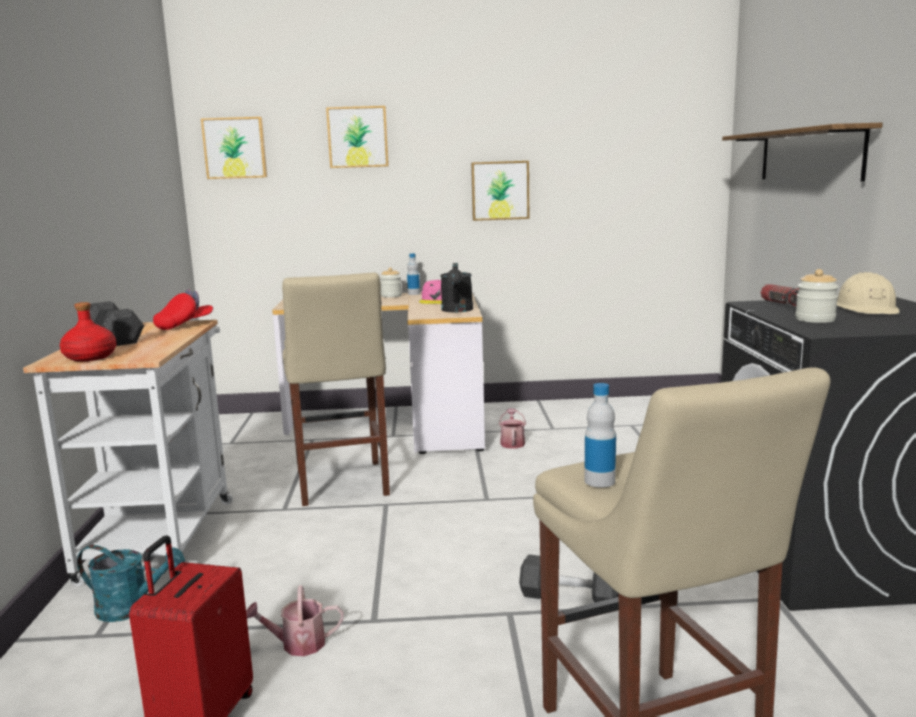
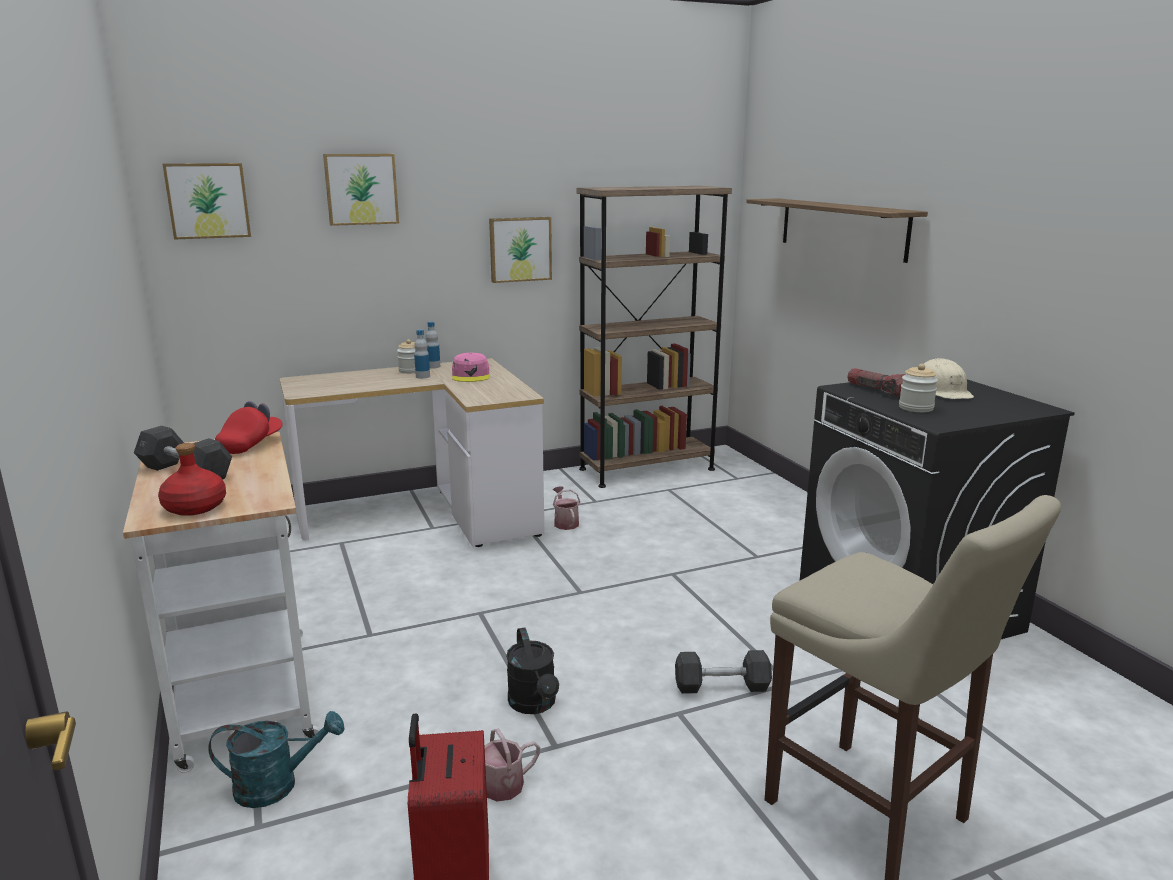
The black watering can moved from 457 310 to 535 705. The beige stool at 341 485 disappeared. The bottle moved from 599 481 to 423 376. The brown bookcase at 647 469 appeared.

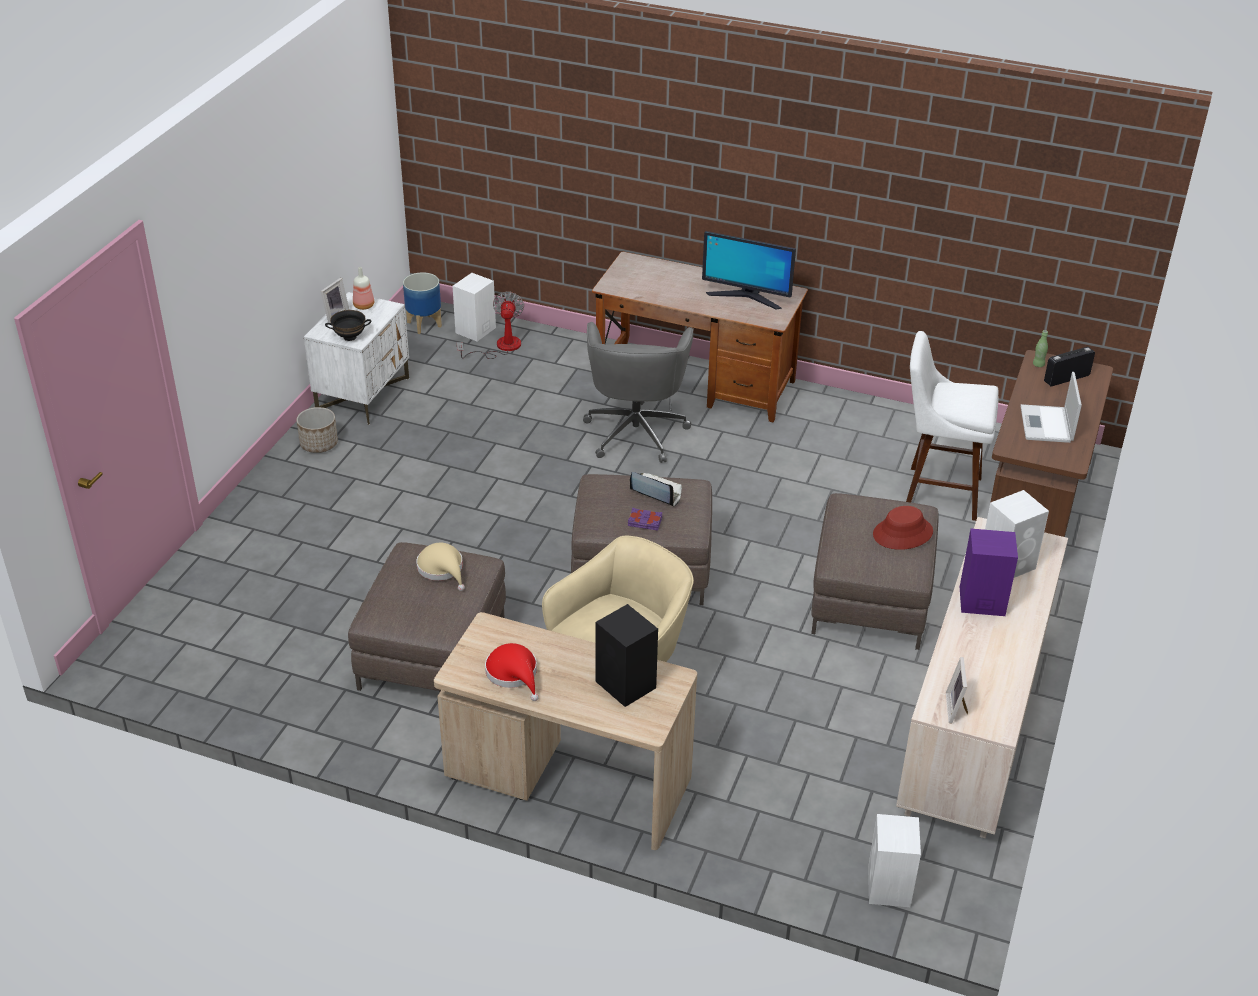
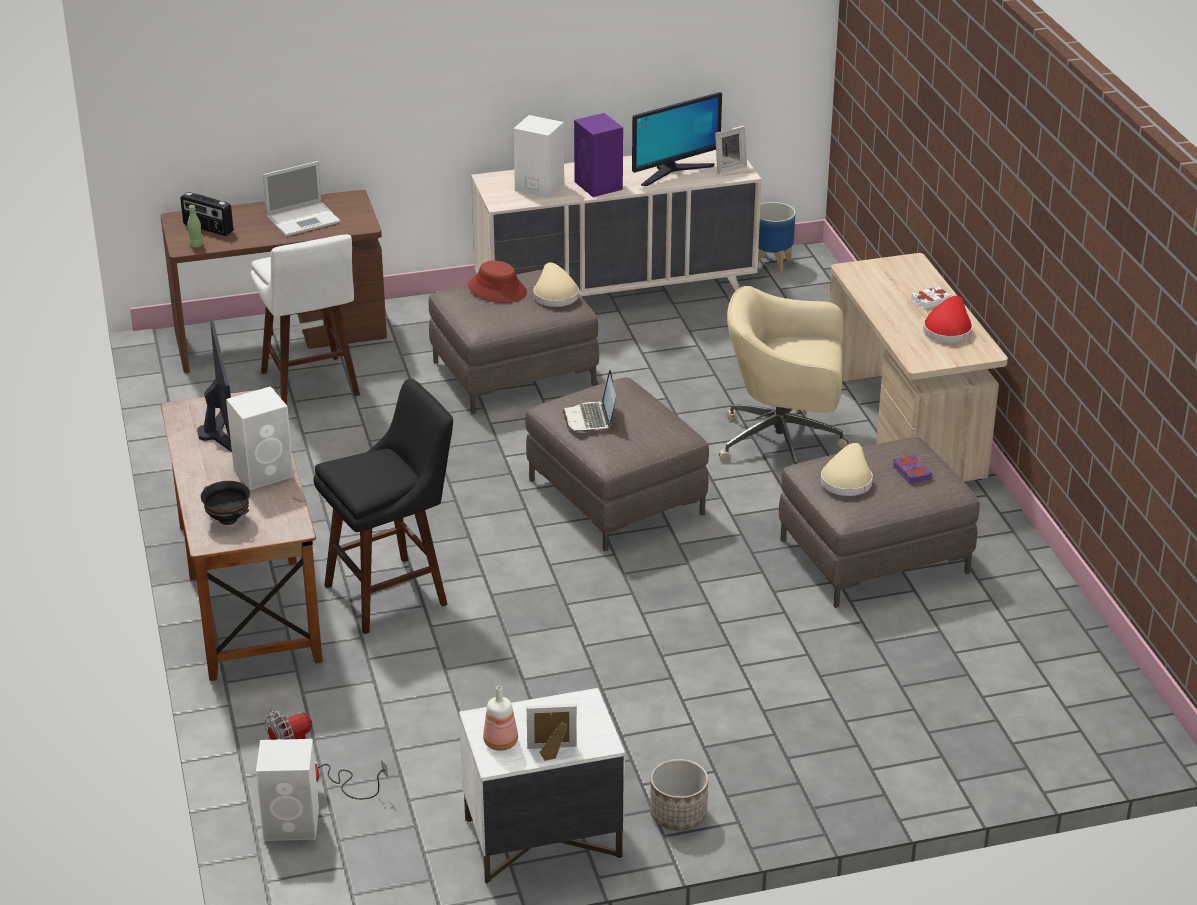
The planter moved from 424 324 to 771 264. The black bowl moved from 349 337 to 228 519. The grey office chair at 636 431 was replaced by the black stool at 393 592. The purple book moved from 645 522 to 912 472. The black speaker at 626 685 disappeared. The white speaker moved from 889 888 to 265 472. The monitor at 673 171 appeared. The beige hat at 554 295 appeared. The white book at 930 300 appeared.

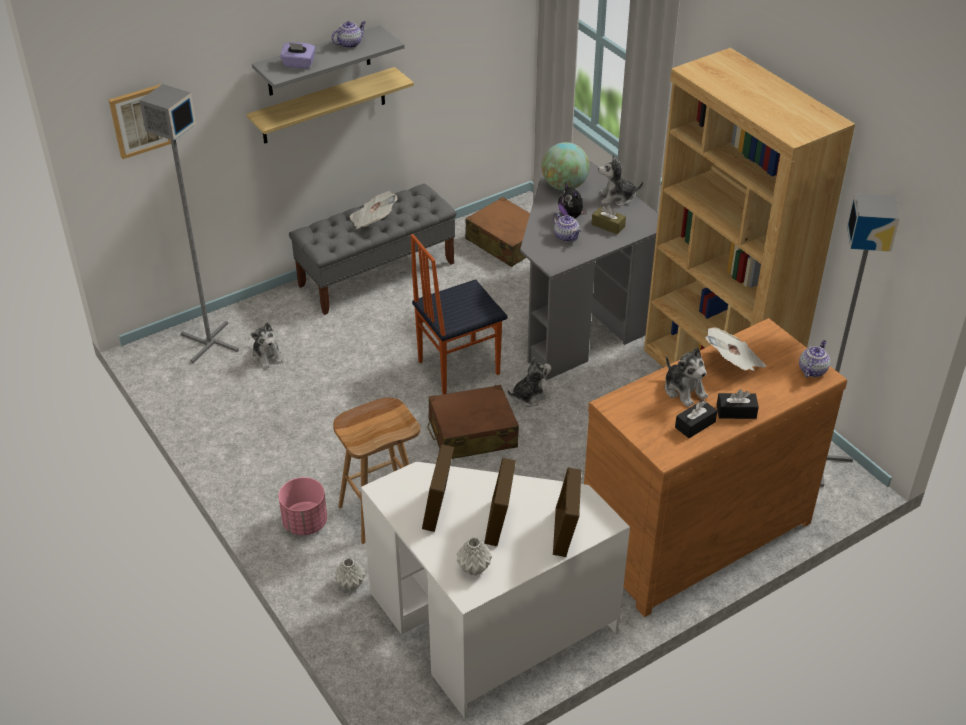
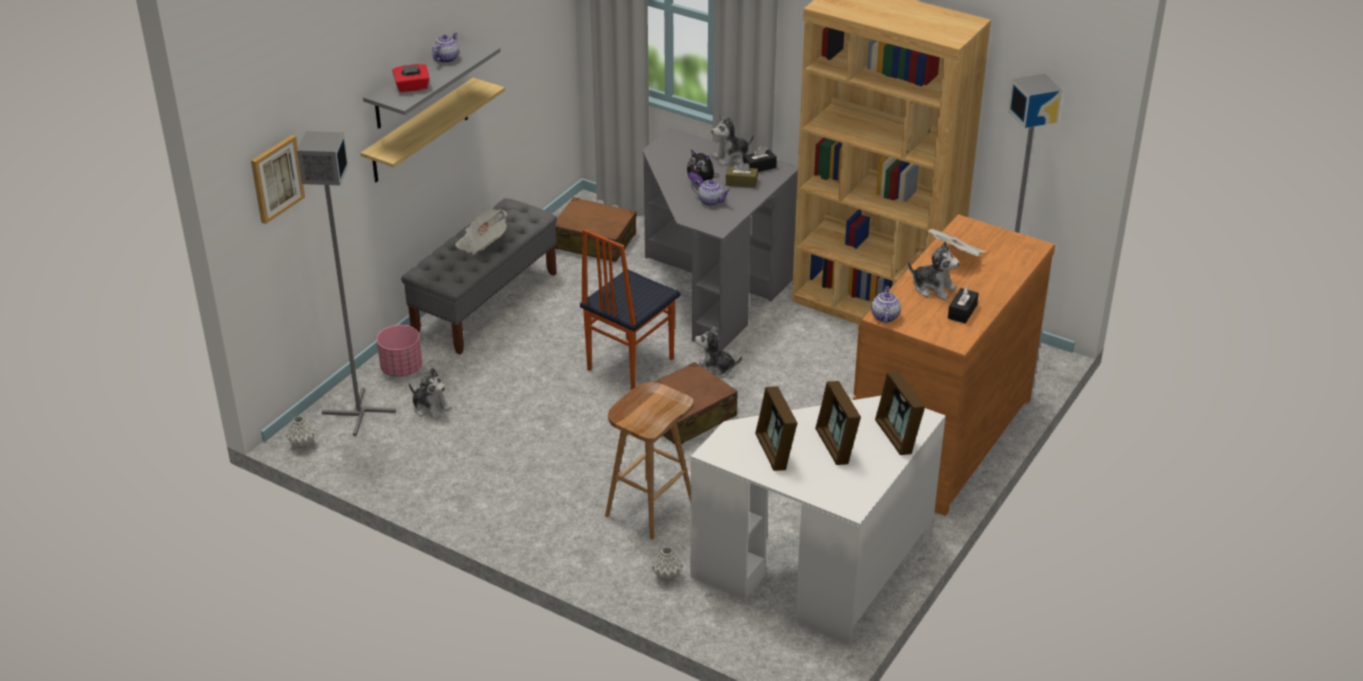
The purple tissue box at 298 64 became the red tissue box at 412 87. The globe at 564 186 disappeared. The teapot moved from 812 370 to 884 316. The plush toy at 529 396 turned 120 degrees counterclockwise. The black tissue box moved from 736 412 to 759 167. The pink planter moved from 304 523 to 401 369. The grey vase moved from 474 568 to 302 444.

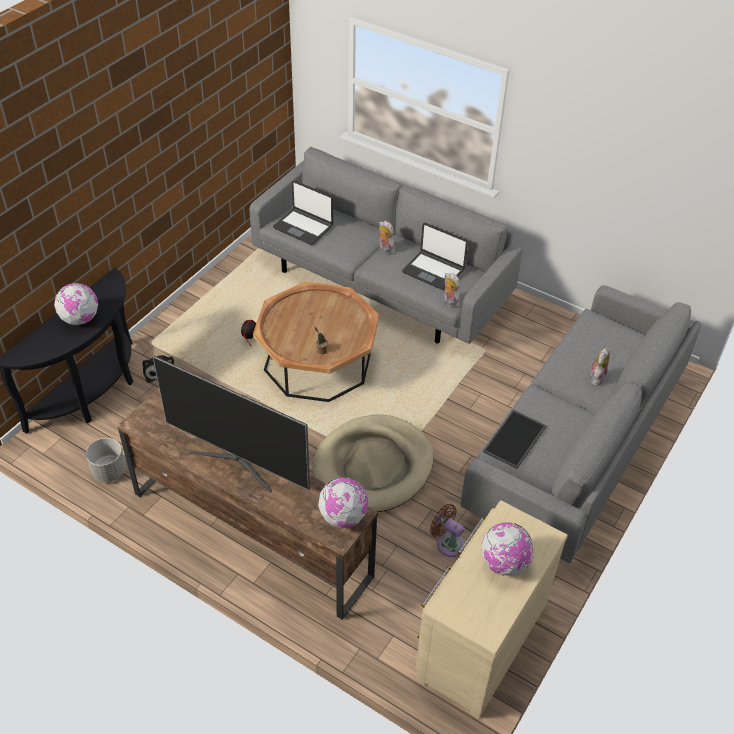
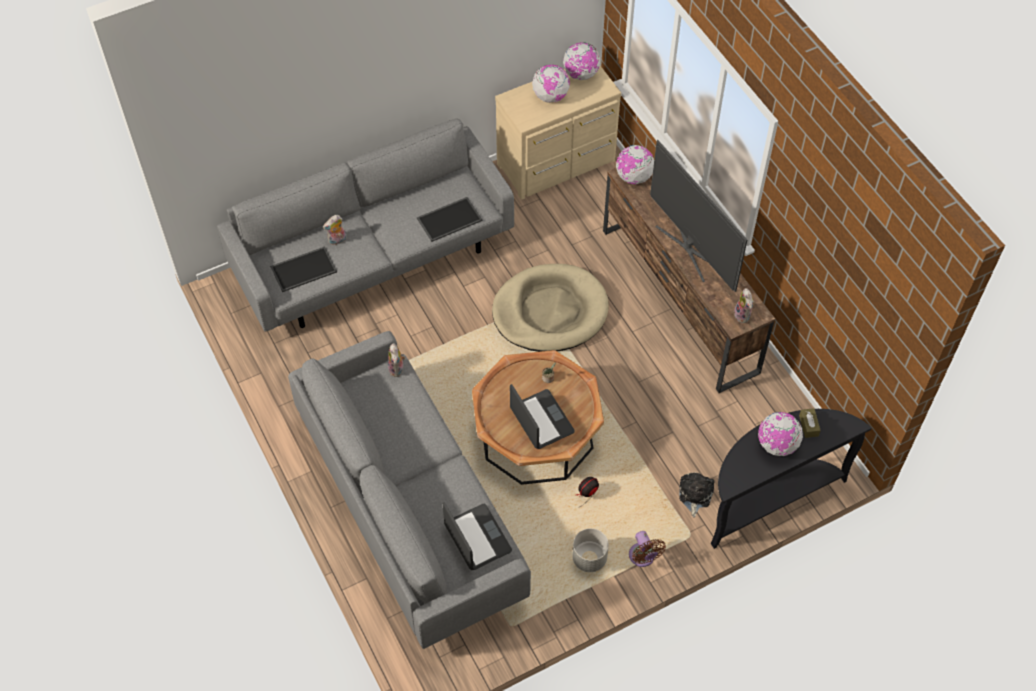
The plush toy moved from 385 250 to 743 315. The laptop moved from 433 271 to 541 420. The grey planter moved from 109 471 to 589 558. The brown fan moved from 447 543 to 643 557. The globe at 581 74 appeared. The tray at 304 268 appeared. The brown tissue box at 808 425 appeared.

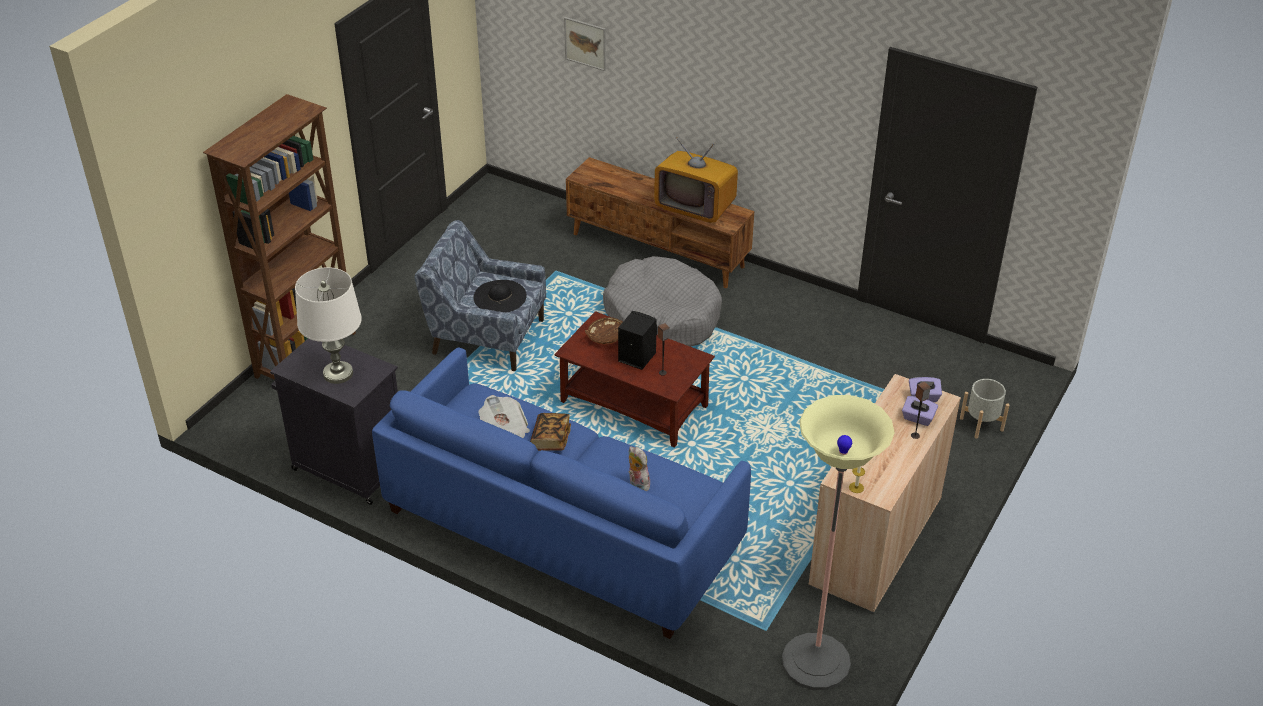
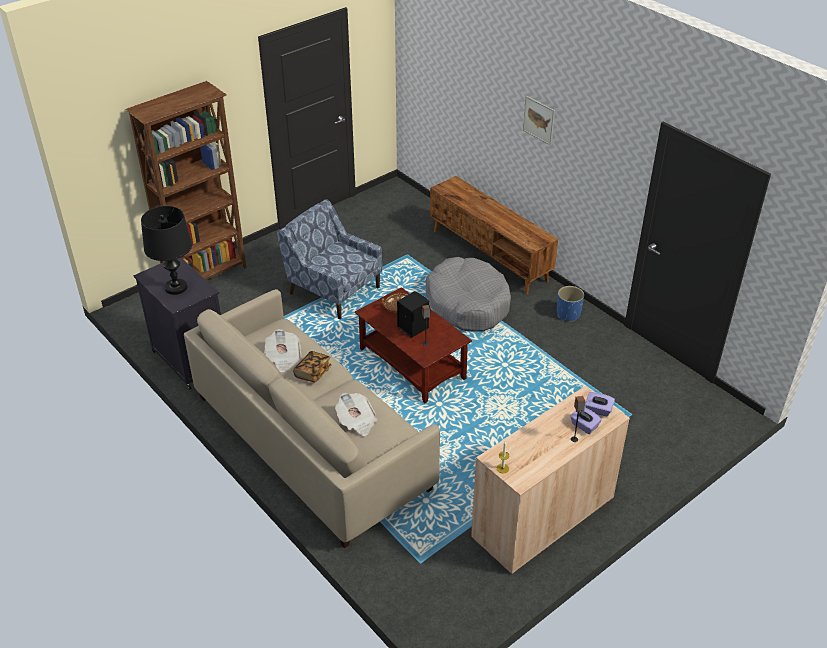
The picture moved from 585 43 to 539 120. The television at 695 206 disappeared. The white table lamp at 338 373 became the black table lamp at 176 287. The black hat at 500 296 disappeared. The blue sofa at 561 528 became the beige sofa at 310 442. The grey planter at 981 424 disappeared. The floor lamp at 816 662 disappeared. The plush toy at 637 484 was replaced by the newspaper at 357 422. The blue planter at 568 314 appeared.

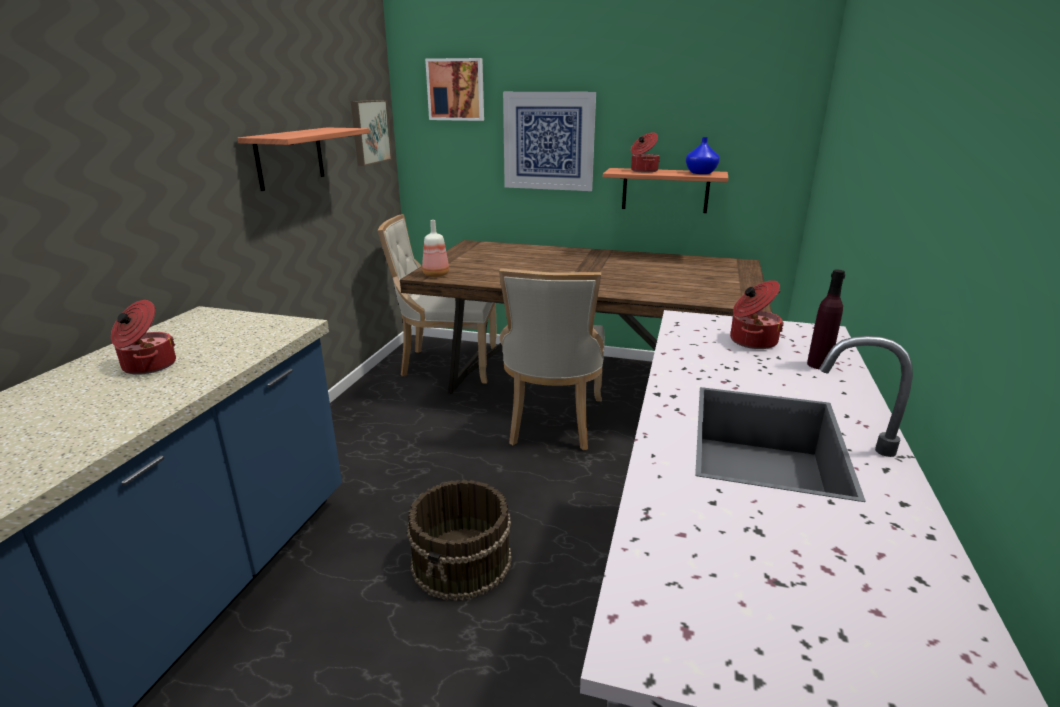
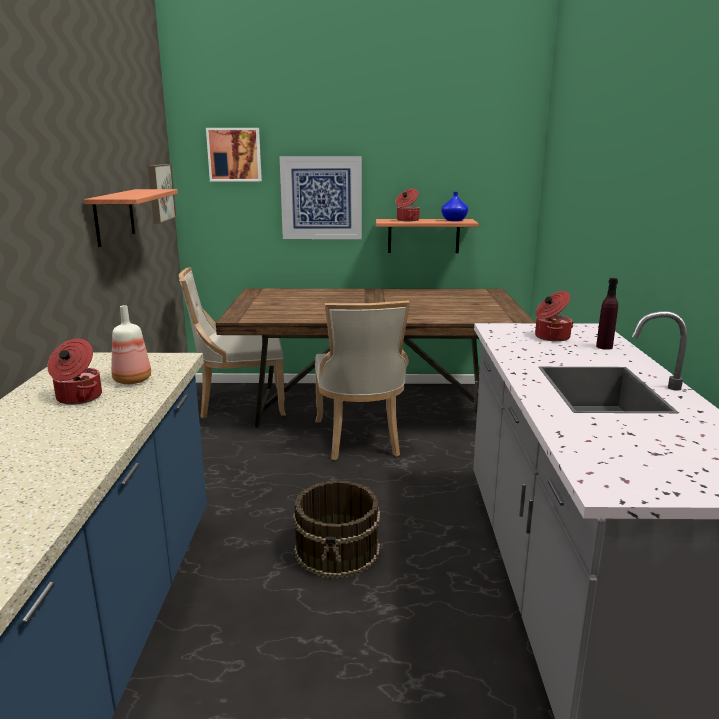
The bottle moved from 435 275 to 132 381.

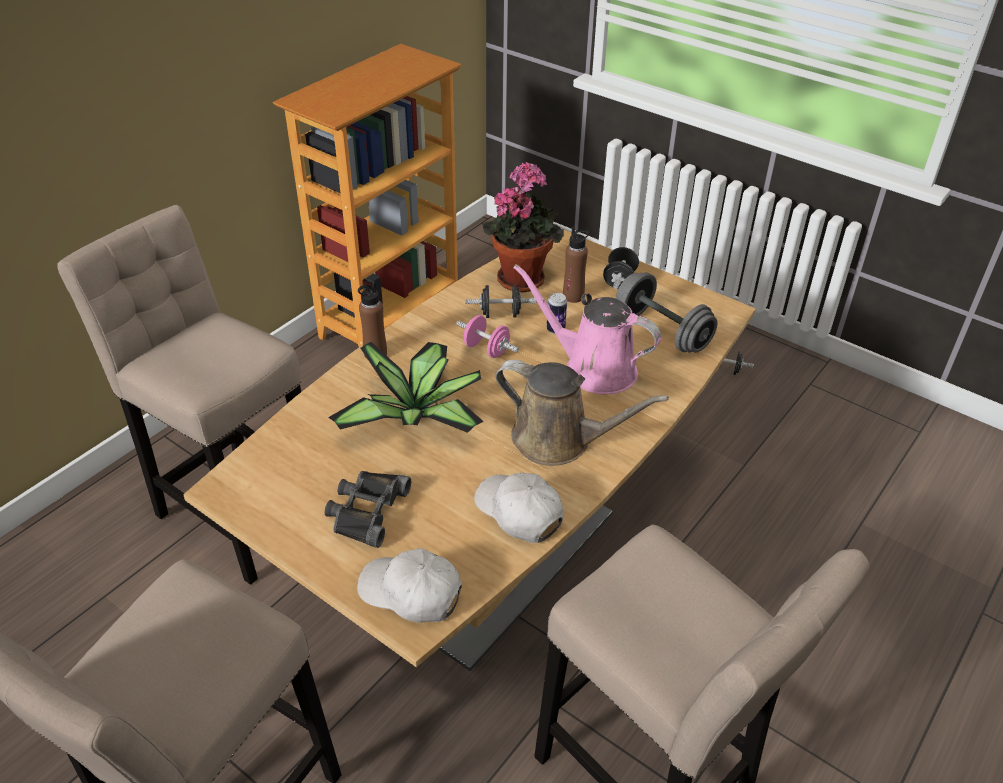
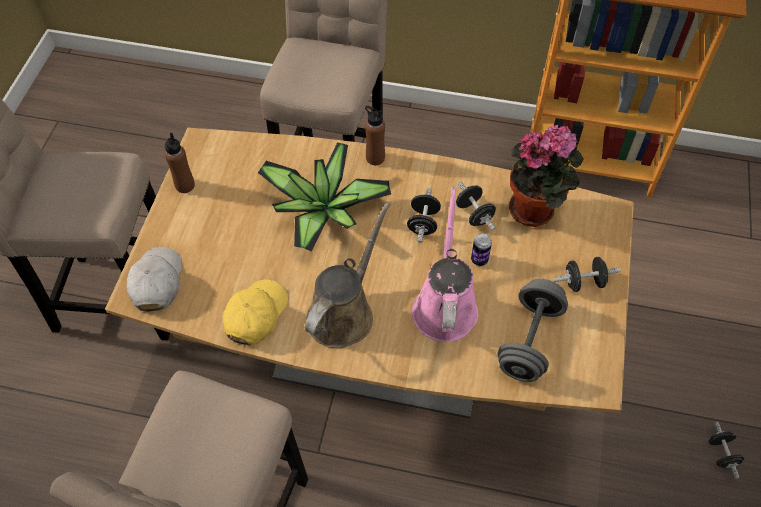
The brown bottle moved from 573 296 to 185 185. The pink dumbbell at 486 349 became the black dumbbell at 423 223. The brown watering can at 559 440 turned 150 degrees counterclockwise. The black binoculars at 366 511 disappeared. The white cap at 519 512 became the yellow cap at 255 315.

